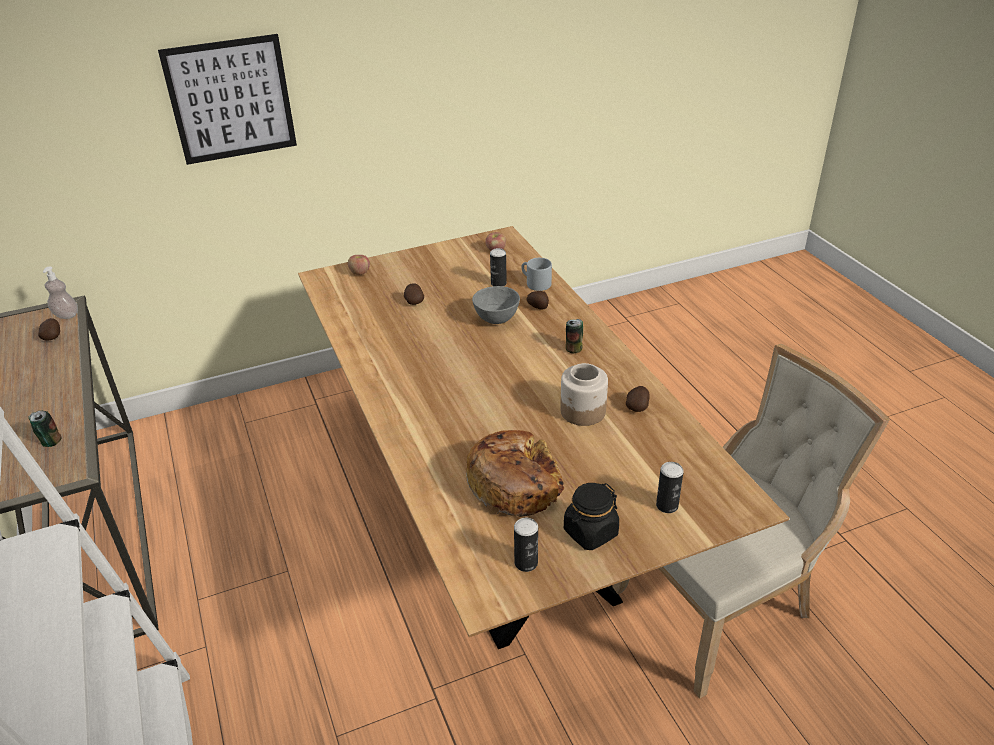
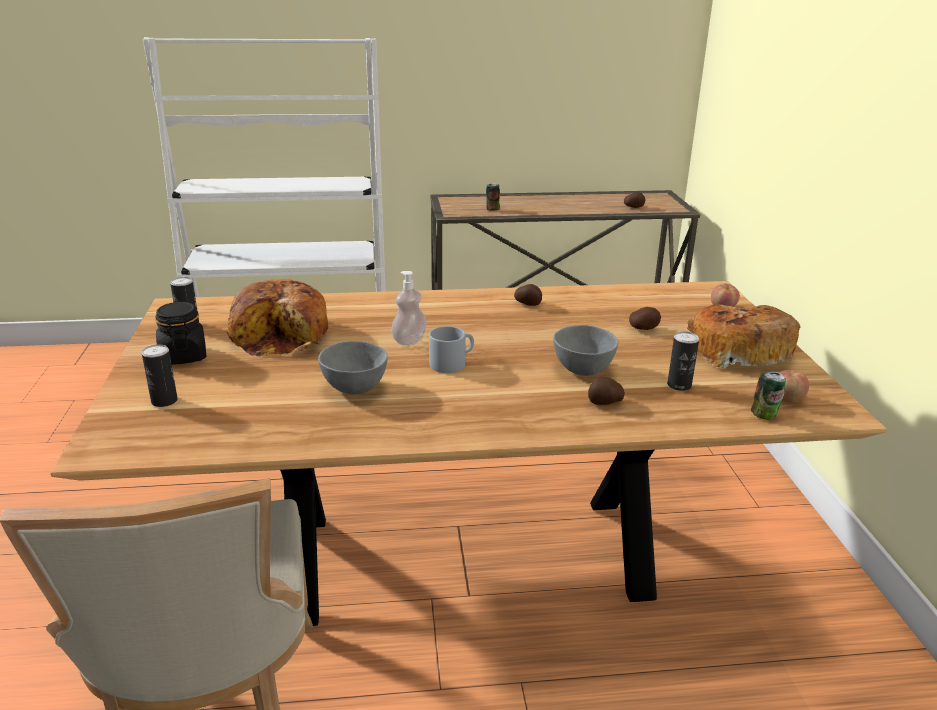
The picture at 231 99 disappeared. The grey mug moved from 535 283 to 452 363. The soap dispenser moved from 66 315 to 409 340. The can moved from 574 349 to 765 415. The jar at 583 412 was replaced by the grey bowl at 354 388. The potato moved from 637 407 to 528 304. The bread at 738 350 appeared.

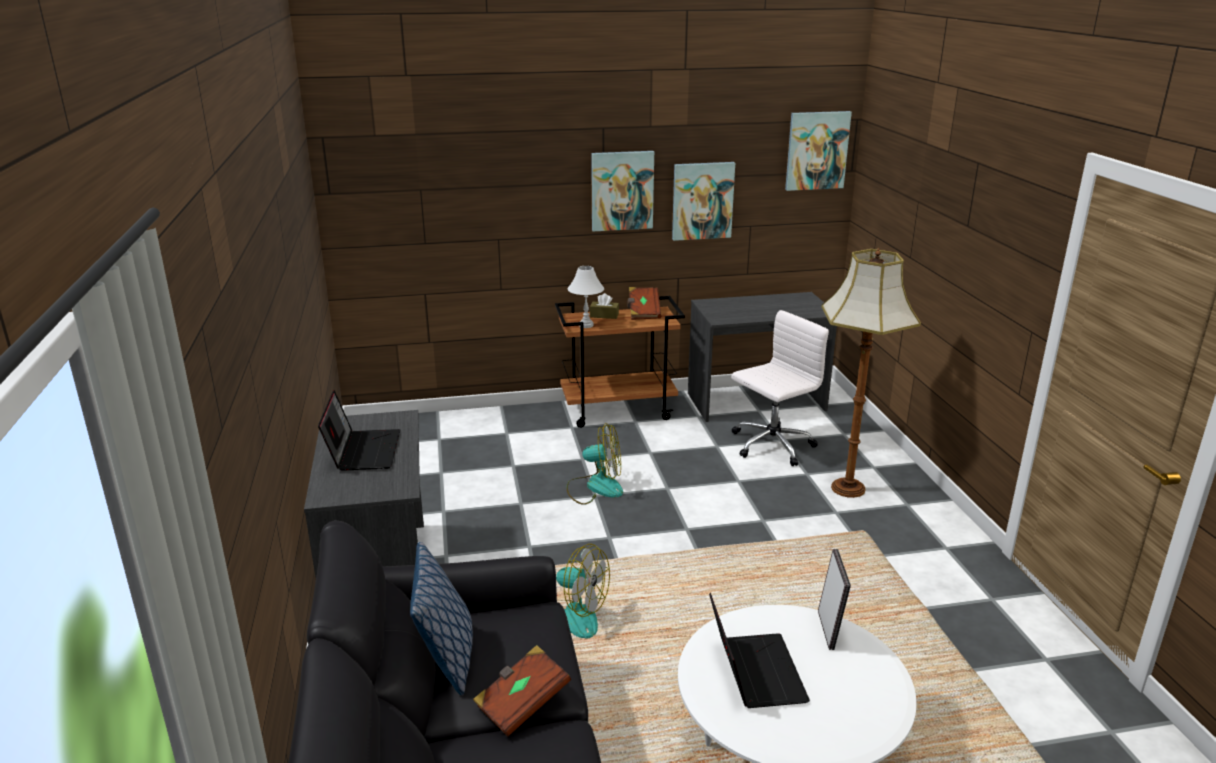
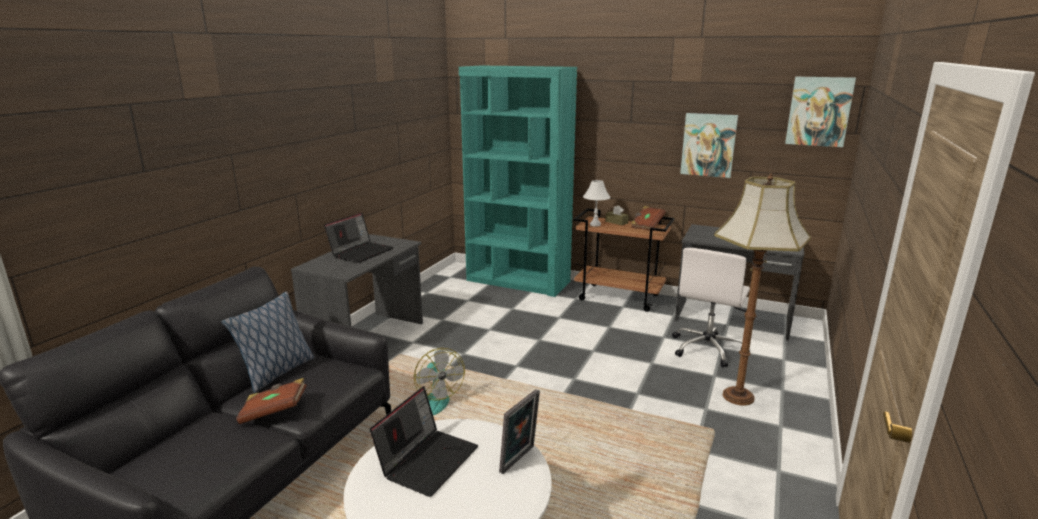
The picture at 622 190 disappeared. The white office chair at 770 445 turned 120 degrees clockwise. The fan at 595 487 disappeared. The turquoise bookcase at 518 281 appeared.

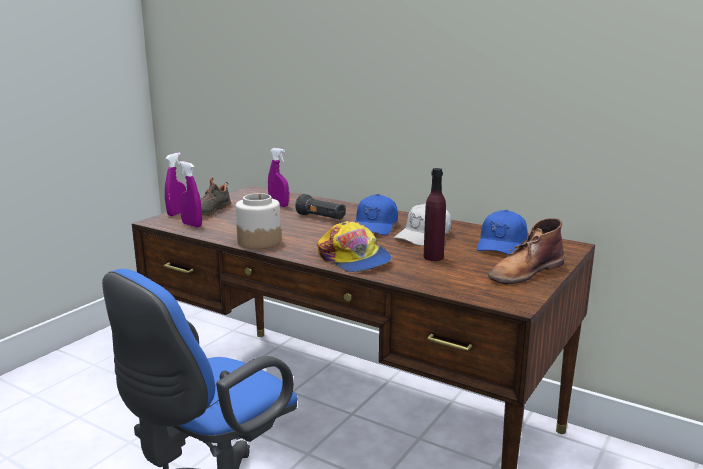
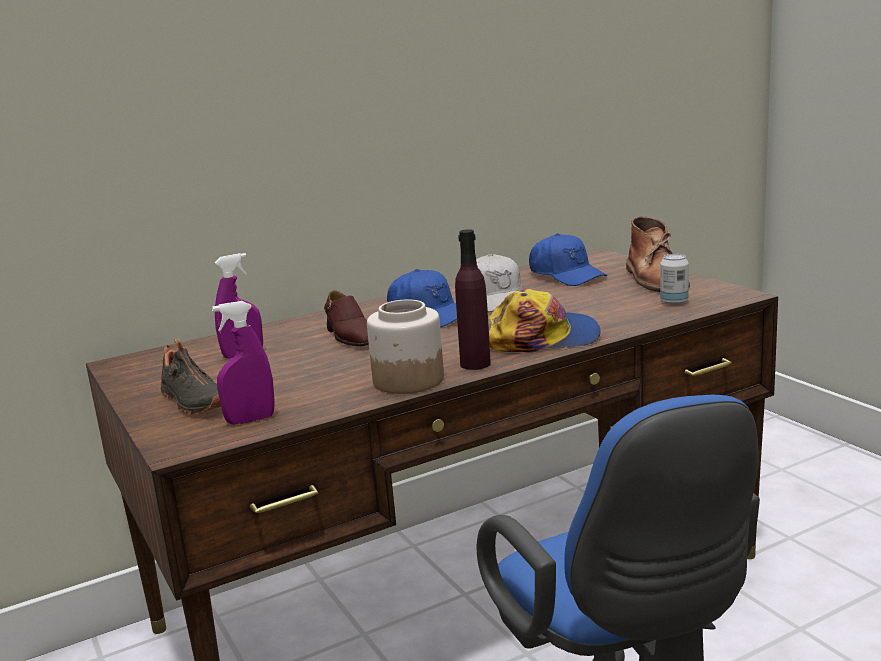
The purple spray bottle at 177 213 disappeared. The purple bottle moved from 433 257 to 475 364. The black flashlight at 321 218 was replaced by the brown shoe at 349 337. The can at 674 302 appeared.

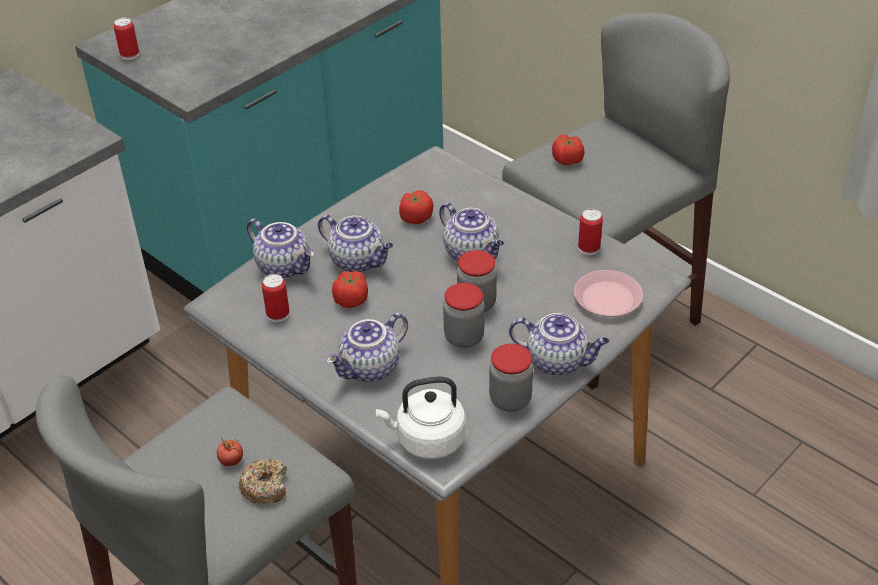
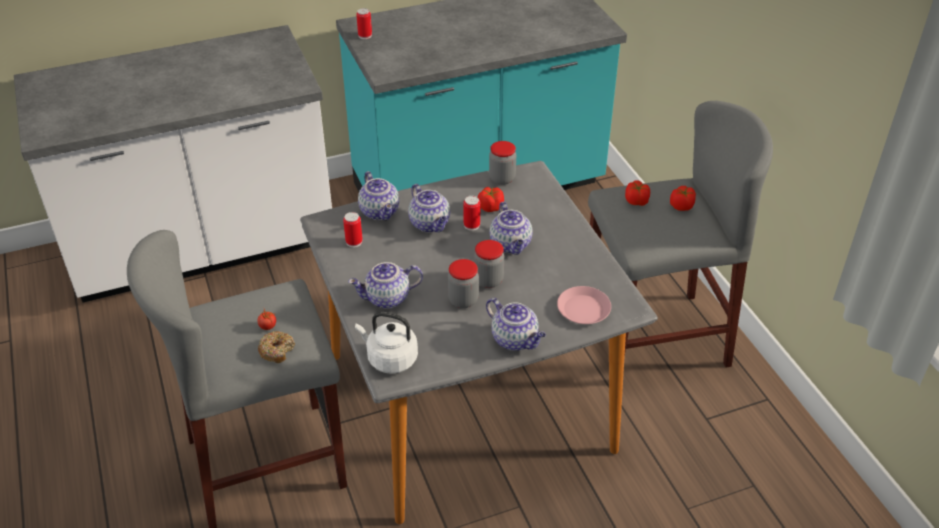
The can moved from 589 248 to 471 225. The tomato moved from 351 300 to 681 206. The jar moved from 510 400 to 502 178.

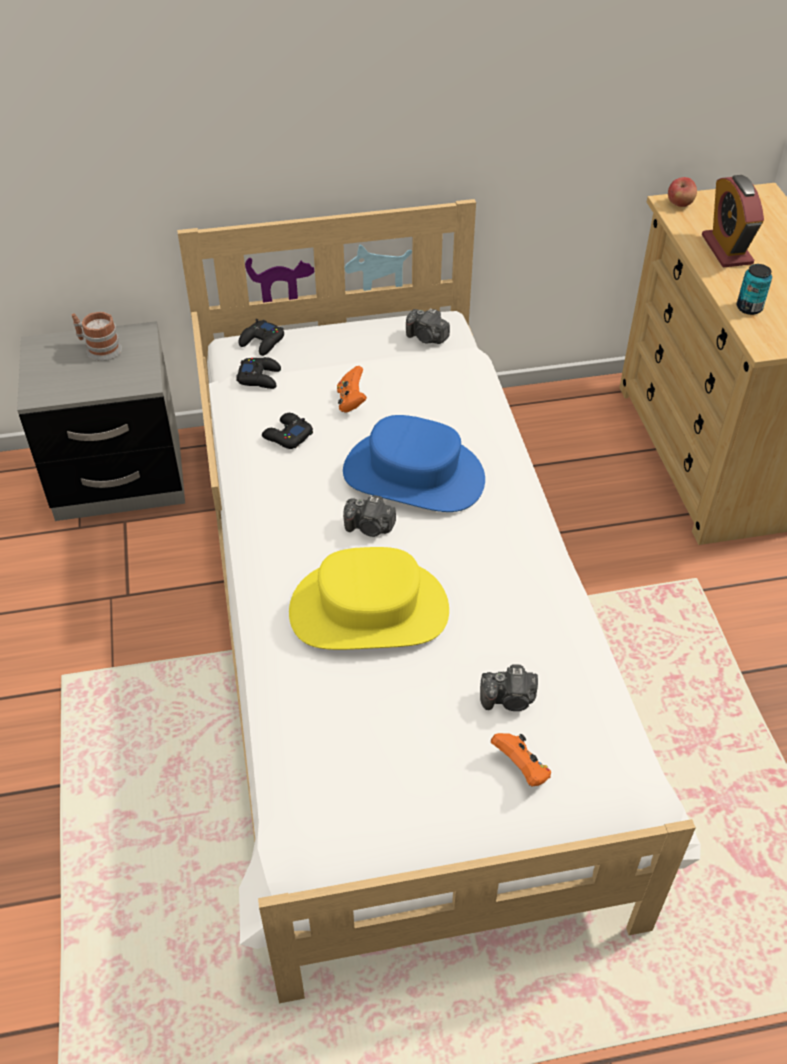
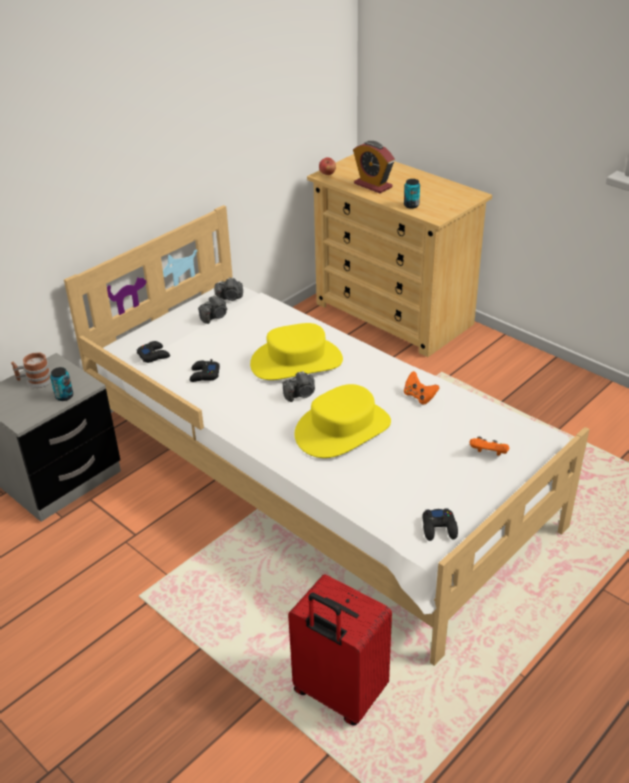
The black game controller moved from 262 342 to 439 528. The orange game controller moved from 351 401 to 419 397. The blue hat at 414 475 became the yellow hat at 296 361. The photo camera moved from 509 699 to 215 317. The can at 64 396 appeared. The red suitcase at 338 694 appeared.

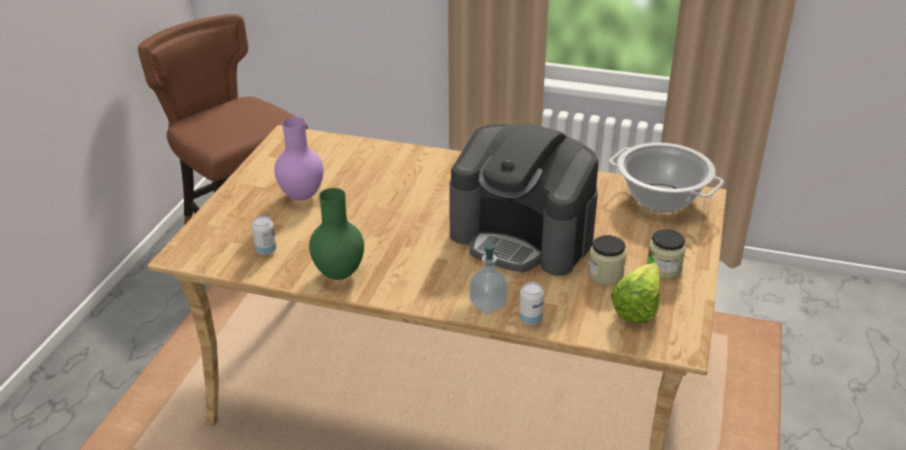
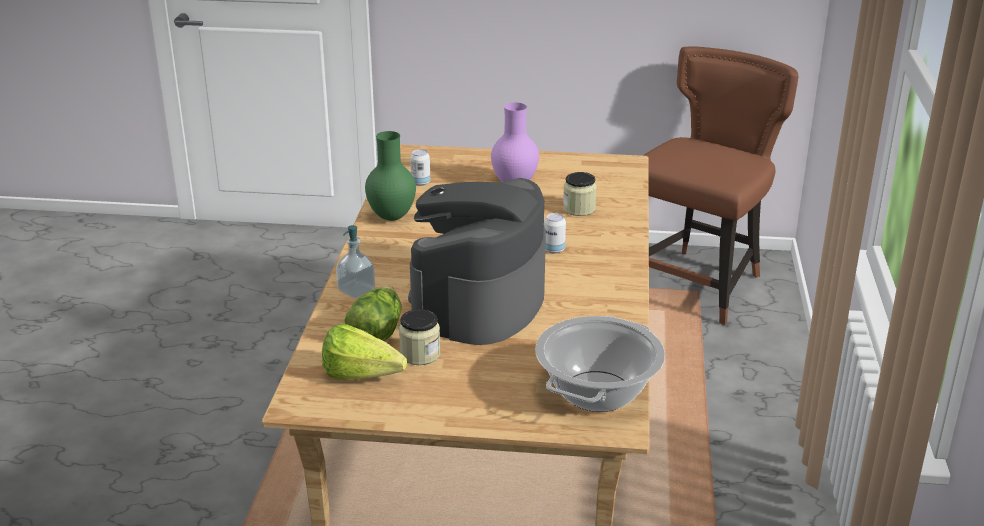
The jar moved from 664 268 to 579 209. The can moved from 530 319 to 554 249. The lettuce at 376 332 appeared.

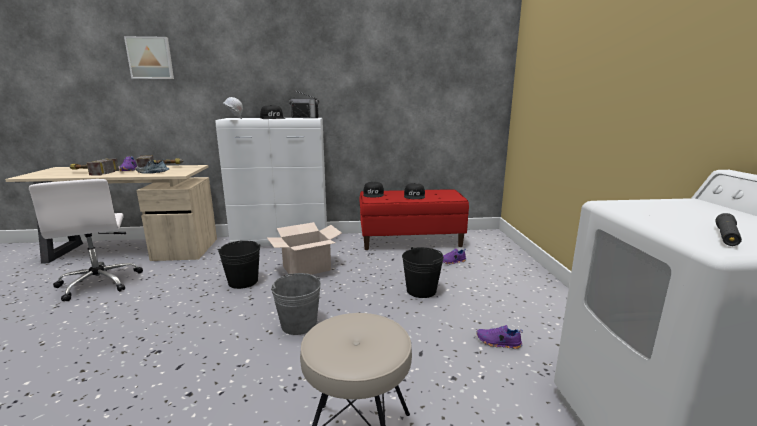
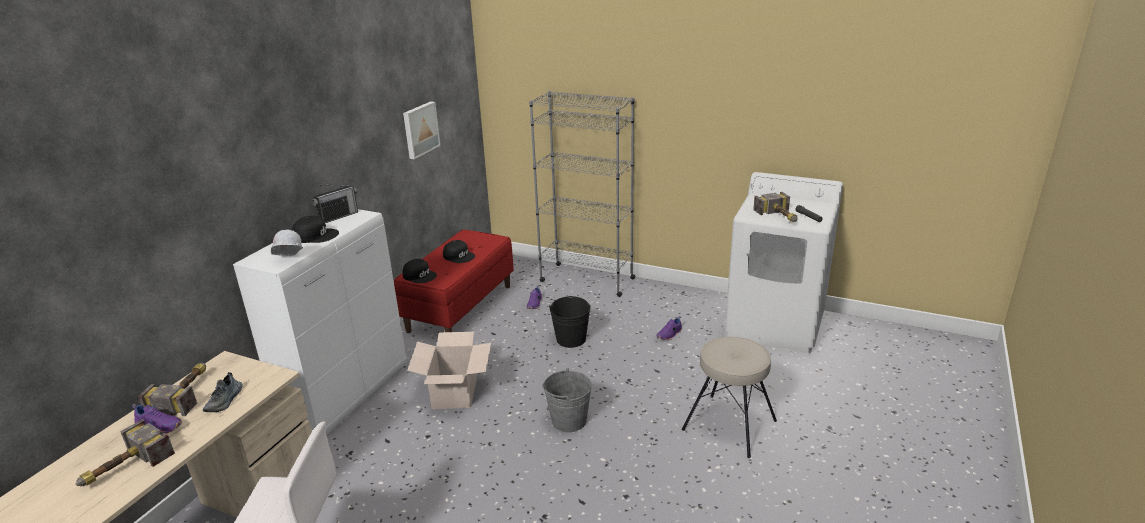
The picture moved from 150 58 to 420 129. The black bucket at 243 281 disappeared. The grey bookcase at 586 279 appeared. The hammer at 780 217 appeared.

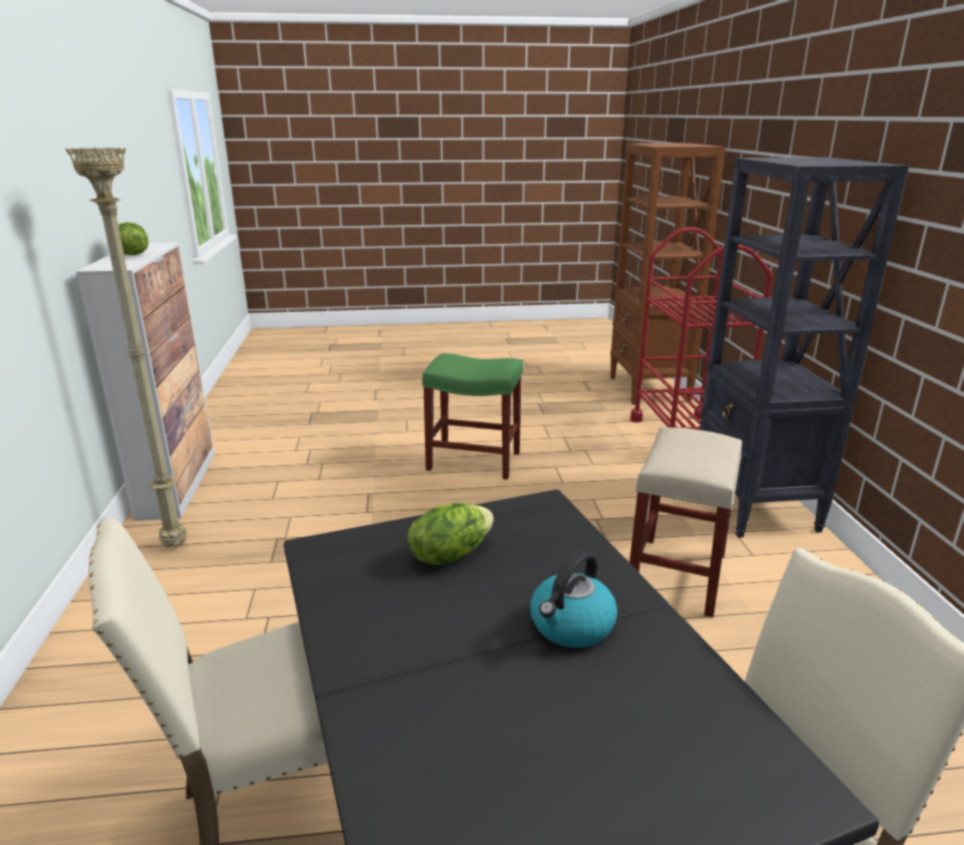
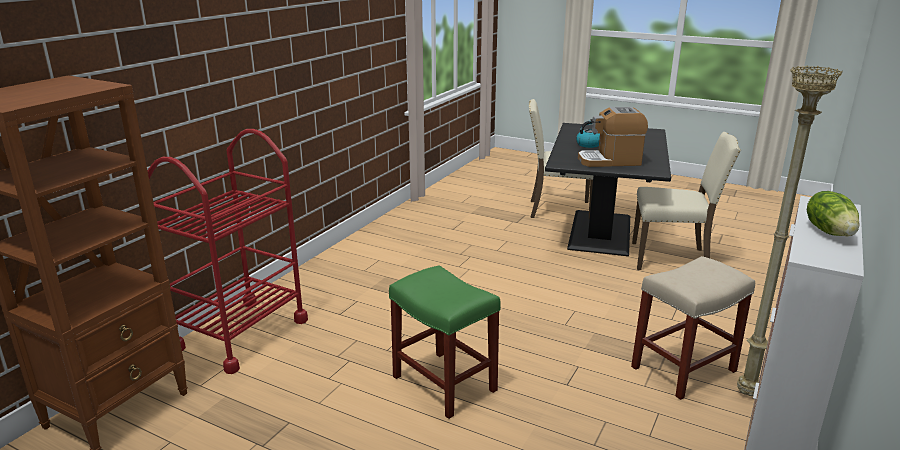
The black bookcase at 754 507 disappeared. The beige stool moved from 677 576 to 684 368. The lettuce at 450 554 was replaced by the coffee machine at 610 161.

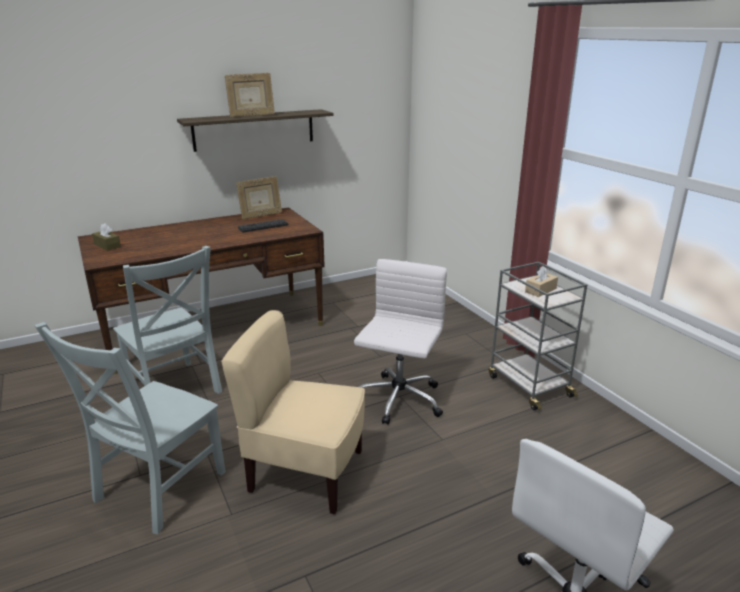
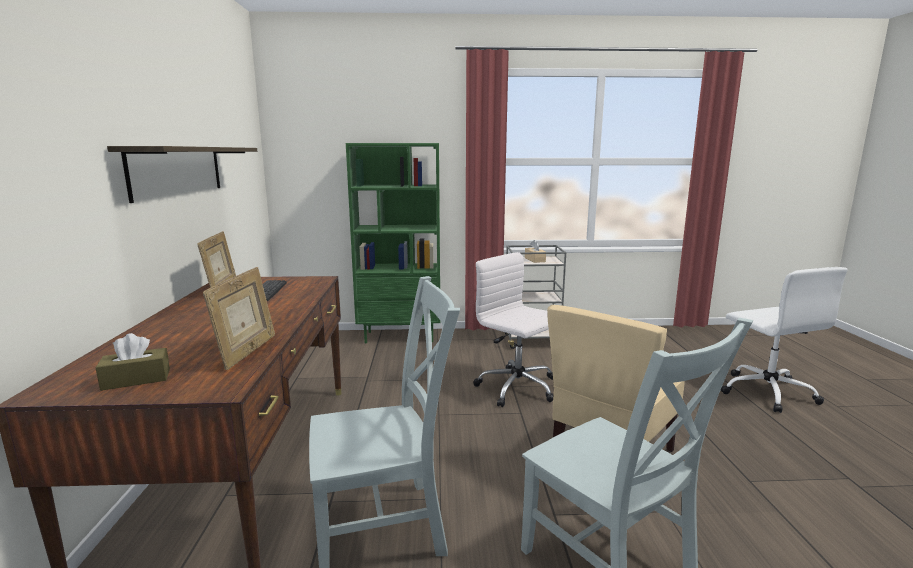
The picture frame moved from 251 115 to 247 352. The green bookcase at 400 336 appeared.

